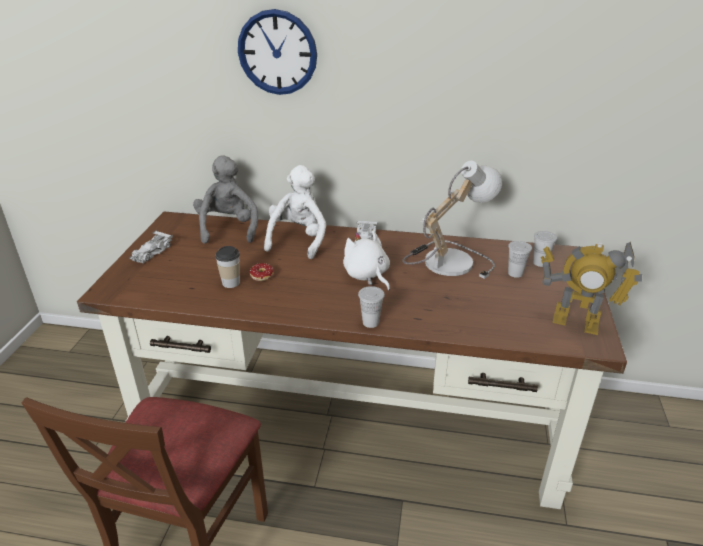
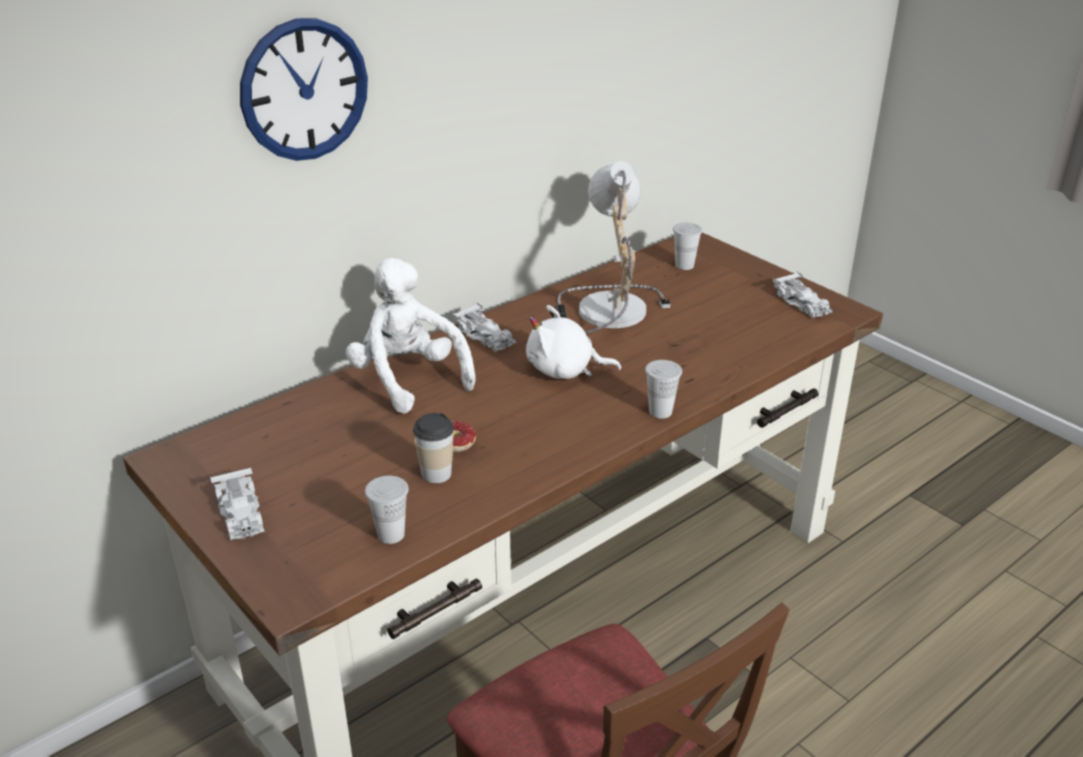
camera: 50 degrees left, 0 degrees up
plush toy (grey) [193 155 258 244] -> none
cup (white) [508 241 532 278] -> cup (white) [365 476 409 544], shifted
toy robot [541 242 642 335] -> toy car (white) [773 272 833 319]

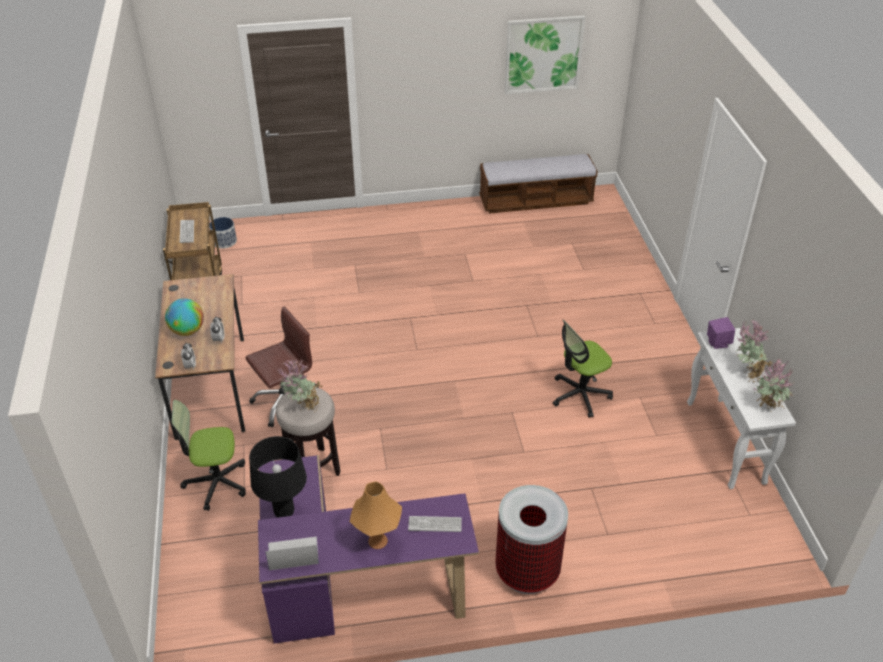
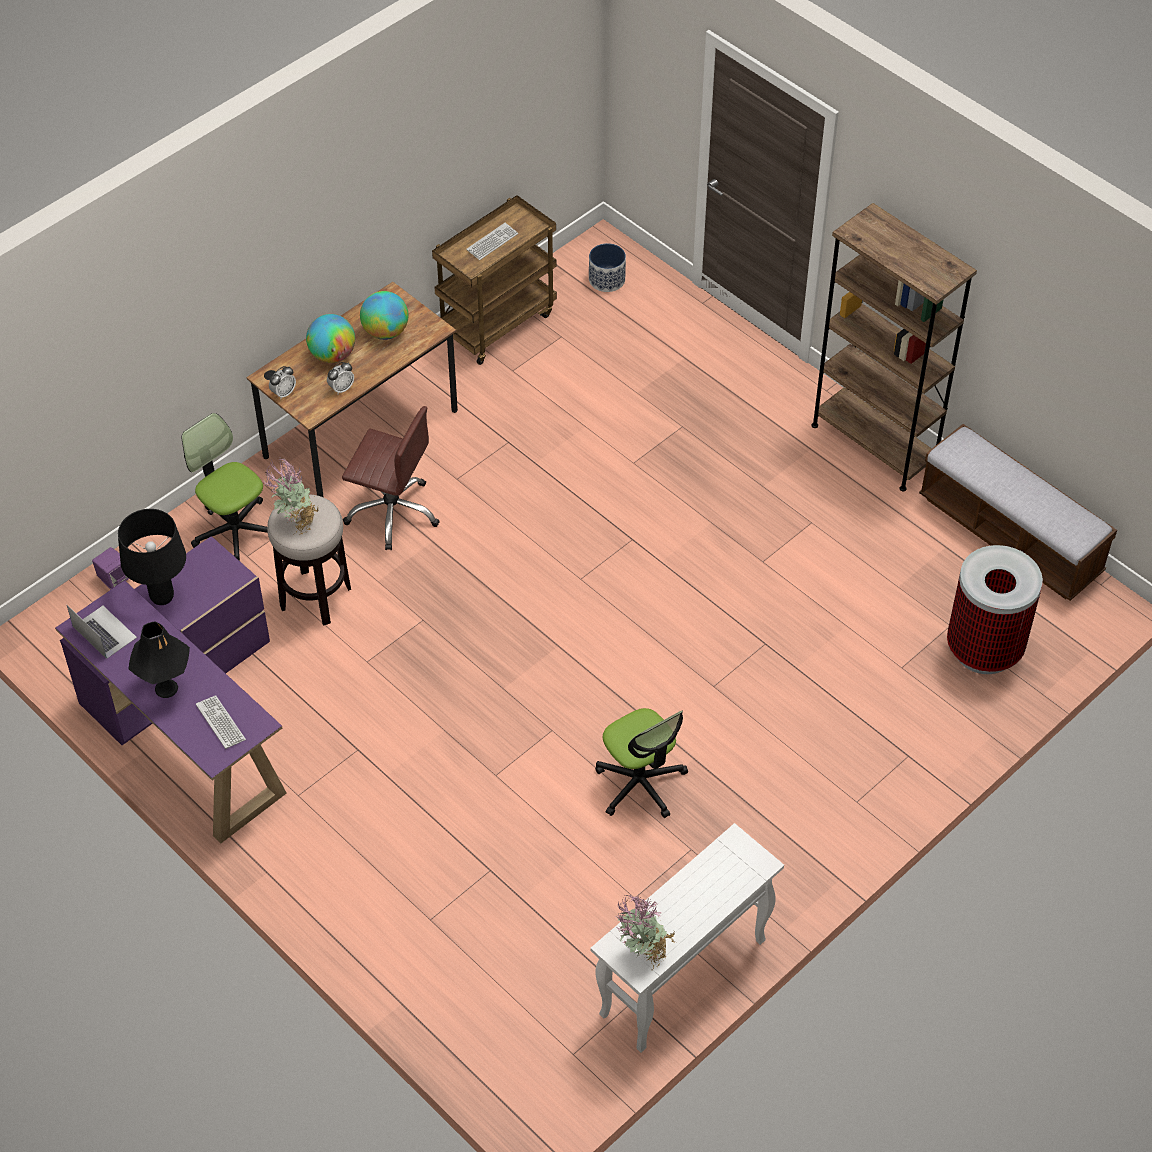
camera: 55 degrees right, 10 degrees up
table lamp (orange) [350 481 402 549] -> table lamp (black) [129 621 190 698]
trash can [495 485 568 594] -> trash can [947 545 1043 674], shifted
picture [505 15 585 94] -> none
office chair [553 320 613 418] -> office chair [595 708 688 818], 150 degrees counterclockwise
speaker (purple) [707 317 735 349] -> speaker (purple) [92 547 129 589], shifted
potted plant [736 320 773 383] -> none
none -> globe [360 291 409 340]
none -> bookcase (brown) [811 203 977 491]

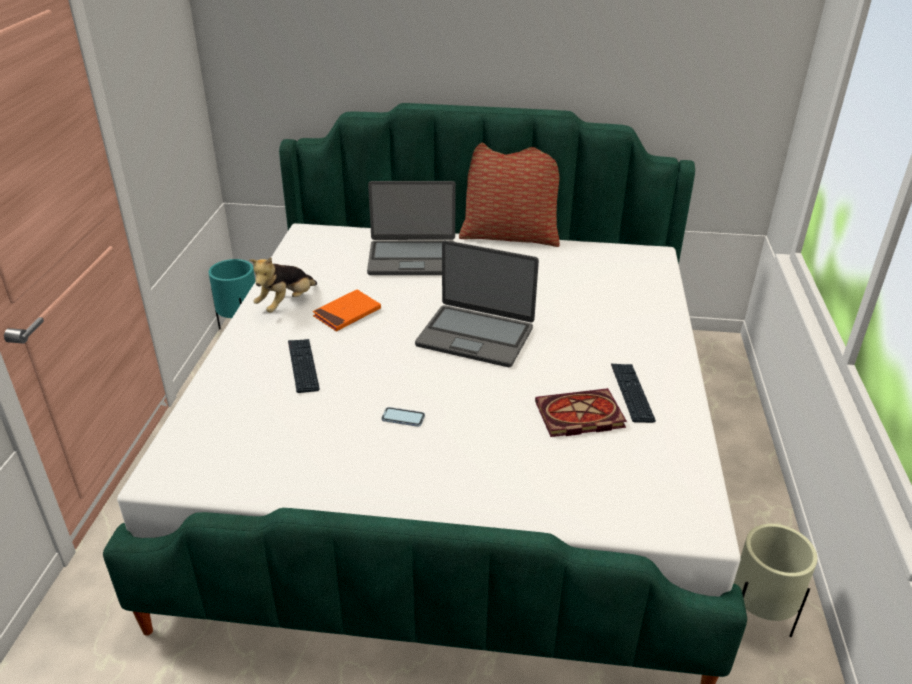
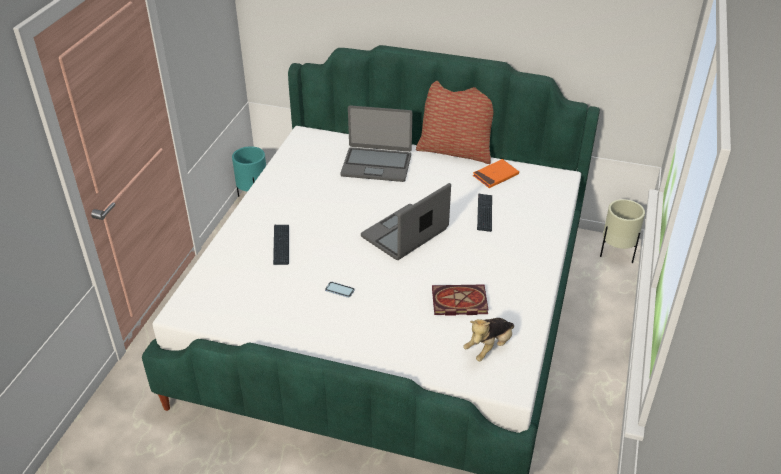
camera: 10 degrees right, 5 degrees up
plush toy [249 258 317 312] -> plush toy [463 318 514 361], shifted
book (orange) [313 289 381 331] -> book (orange) [473 159 519 188], shifted
laptop [415 240 539 367] -> laptop [361 183 451 260], 105 degrees clockwise
keyboard [611 364 656 423] -> keyboard [477 193 492 232], shifted
planter (beige) [734 524 818 637] -> planter (beige) [600 199 645 263], shifted

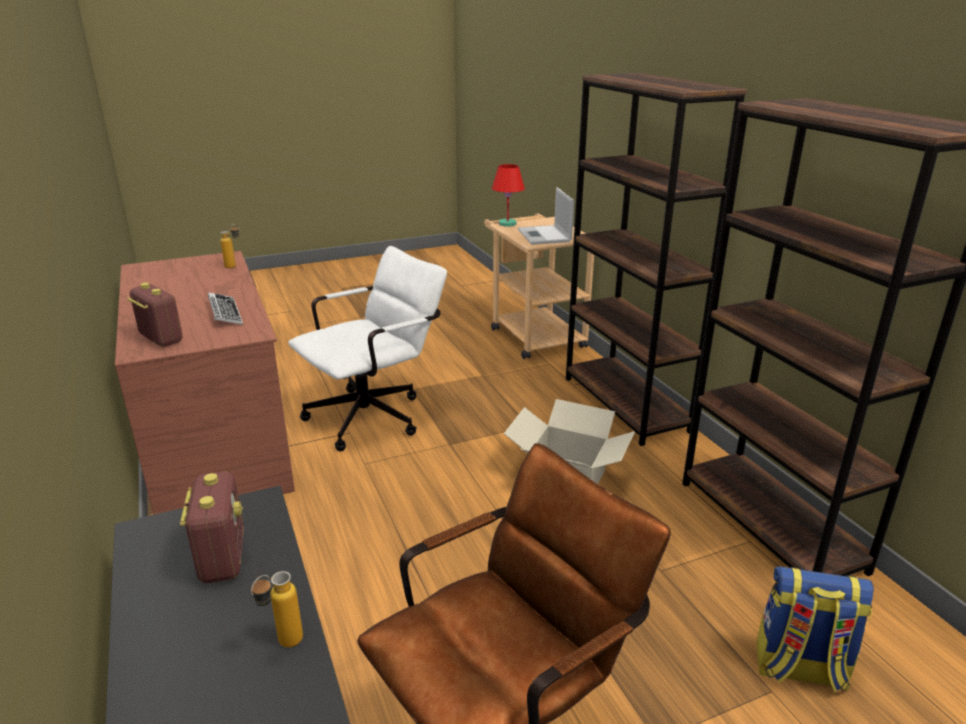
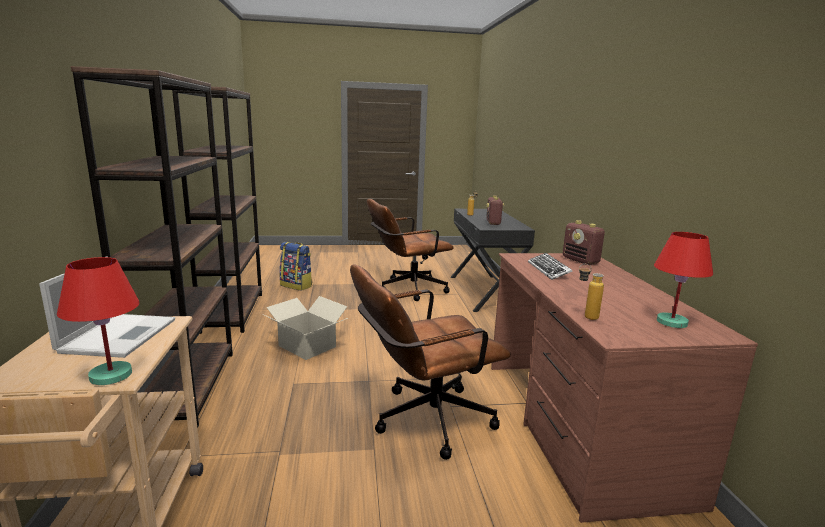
camera: 165 degrees left, 10 degrees down
office chair (white) [288 246 447 451] -> office chair (brown) [350 264 511 460]
none -> table lamp (red) [654 232 713 328]

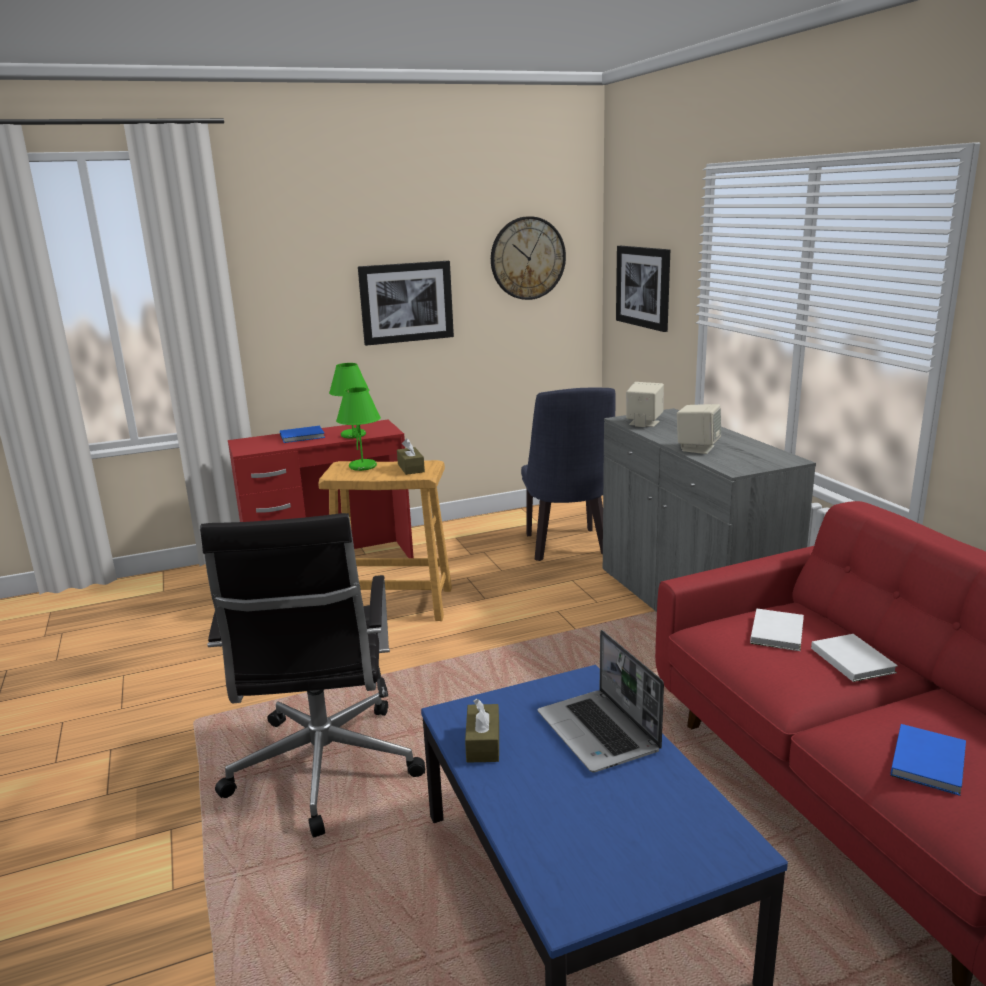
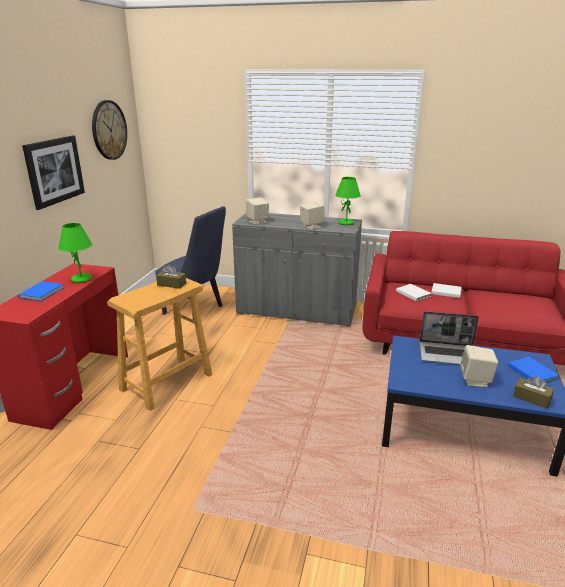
camera: 55 degrees left, 5 degrees up
office chair (black) [200 513 425 837] -> none
table lamp (green) [336 387 381 471] -> table lamp (green) [335 177 361 225], shifted
tissue box (brown) [465 699 499 763] -> tissue box (brown) [513 376 554 409], shifted
picture [616 246 670 332] -> none
book (blue) [891 724 966 796] -> book (blue) [508 357 559 383], shifted
none -> speaker (beige) [460 345 498 387]

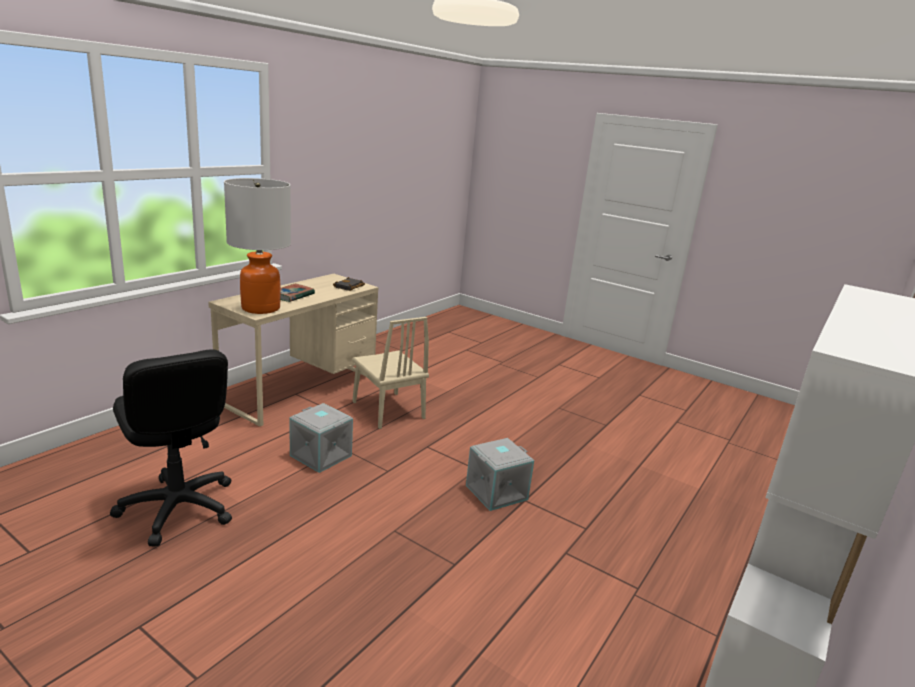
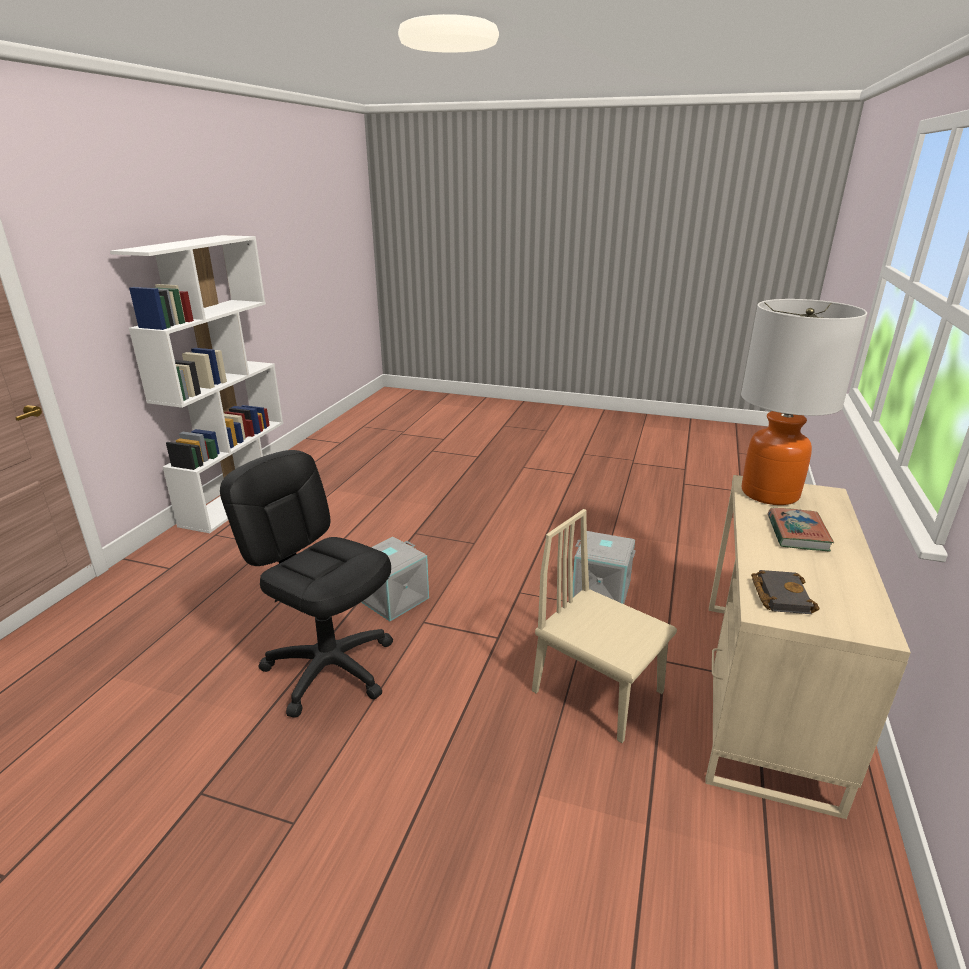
camera: 165 degrees right, 5 degrees up
office chair (black) [110 349 232 547] -> office chair (black) [220 450 393 718], shifted

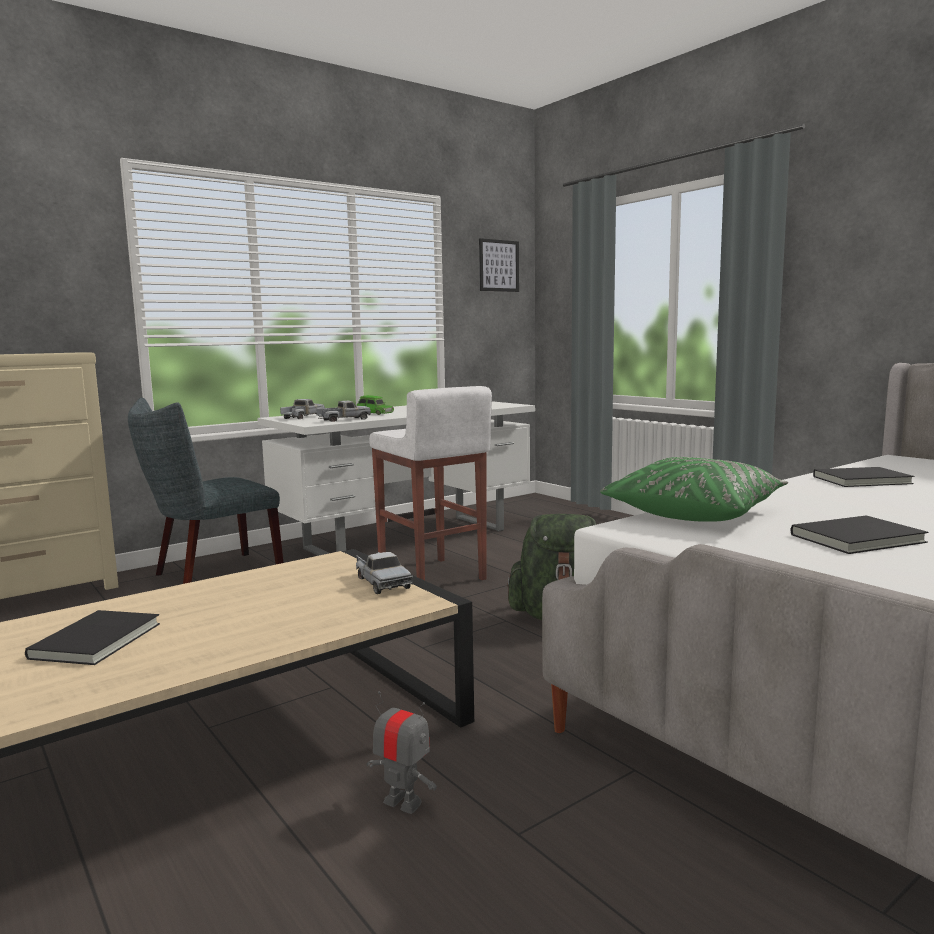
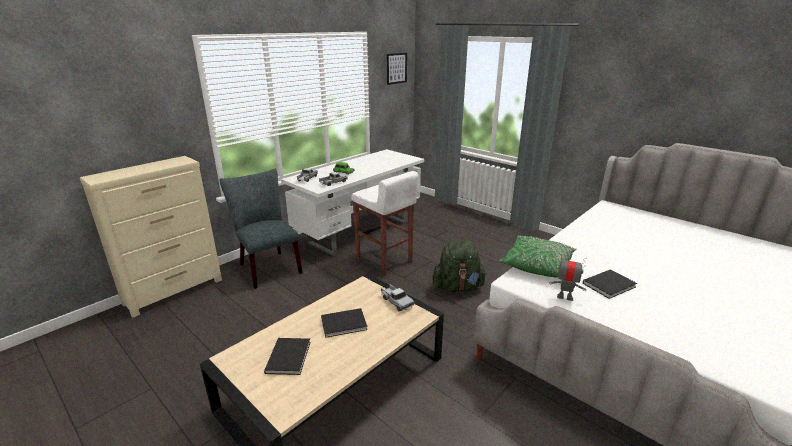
camera: 10 degrees left, 15 degrees up
chair (grey) [128 397 283 584] -> chair (grey) [219 169 303 289], 105 degrees clockwise
toy robot [367 691 437 814] -> toy robot [549 254 587 301], shifted
book (black) [813 467 914 487] -> book (black) [321 308 367 338], shifted

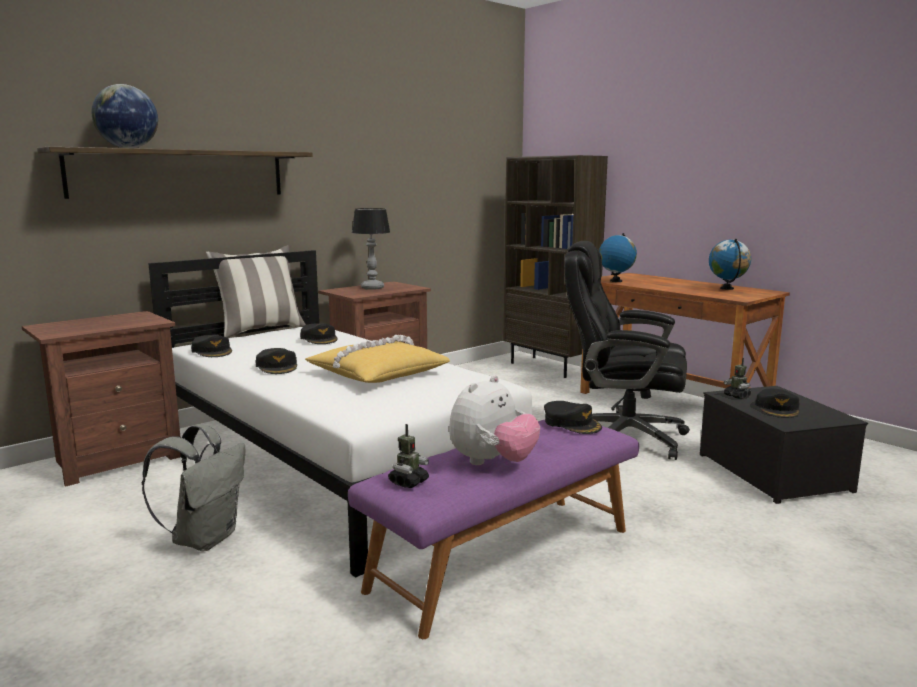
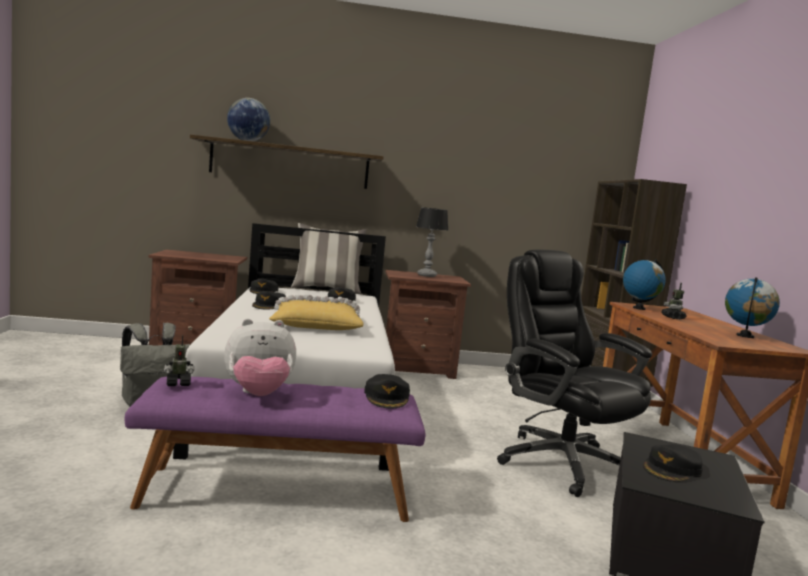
camera: 35 degrees right, 5 degrees down
toy robot [724 358 752 399] -> toy robot [661 283 687 319], shifted

